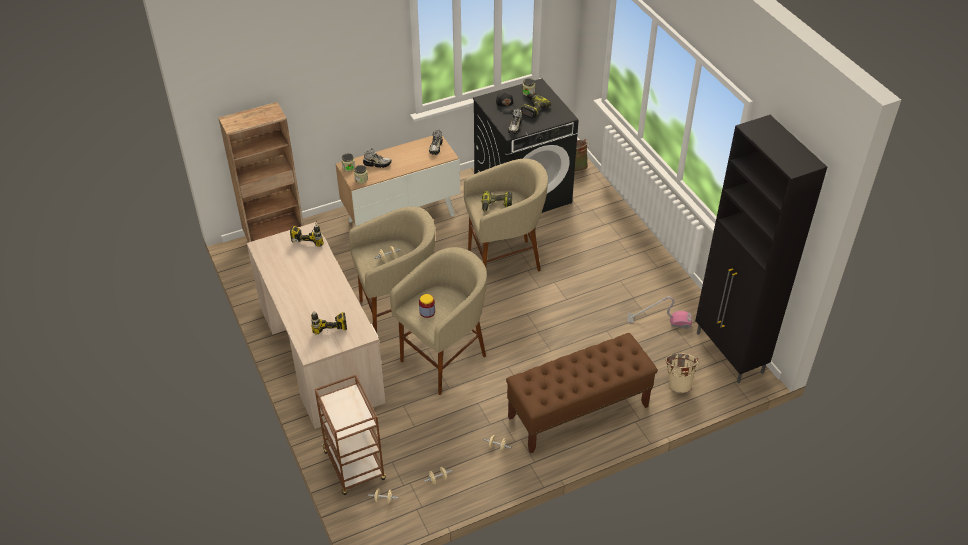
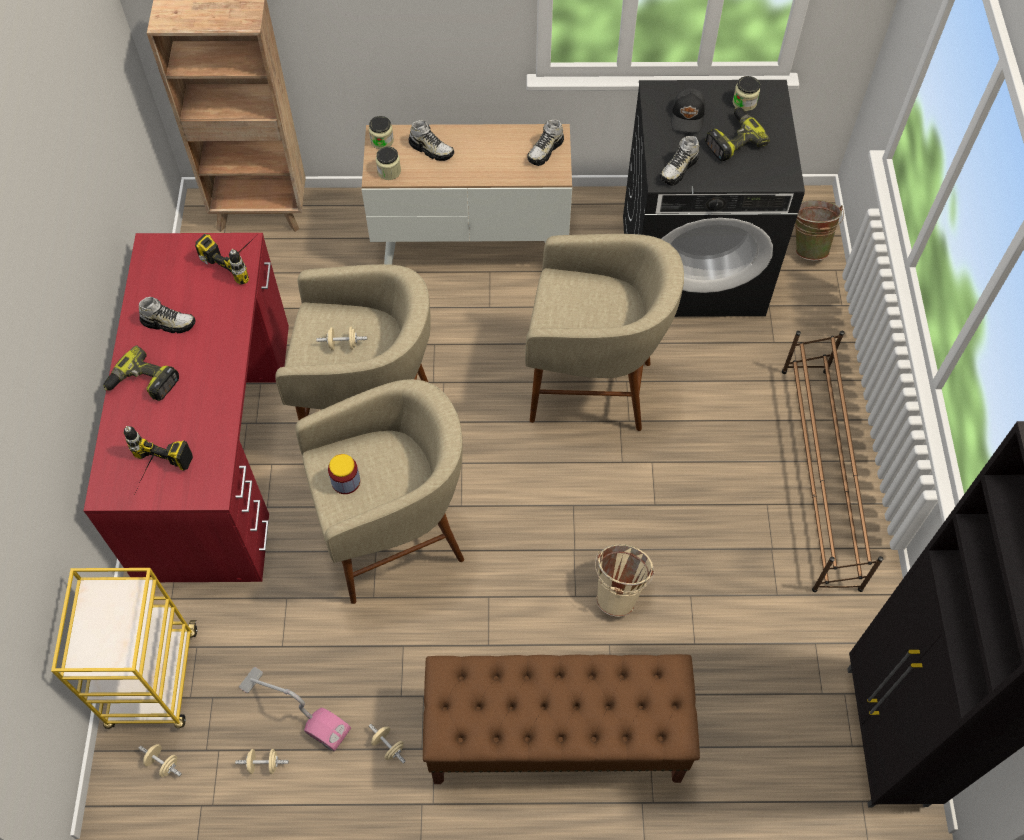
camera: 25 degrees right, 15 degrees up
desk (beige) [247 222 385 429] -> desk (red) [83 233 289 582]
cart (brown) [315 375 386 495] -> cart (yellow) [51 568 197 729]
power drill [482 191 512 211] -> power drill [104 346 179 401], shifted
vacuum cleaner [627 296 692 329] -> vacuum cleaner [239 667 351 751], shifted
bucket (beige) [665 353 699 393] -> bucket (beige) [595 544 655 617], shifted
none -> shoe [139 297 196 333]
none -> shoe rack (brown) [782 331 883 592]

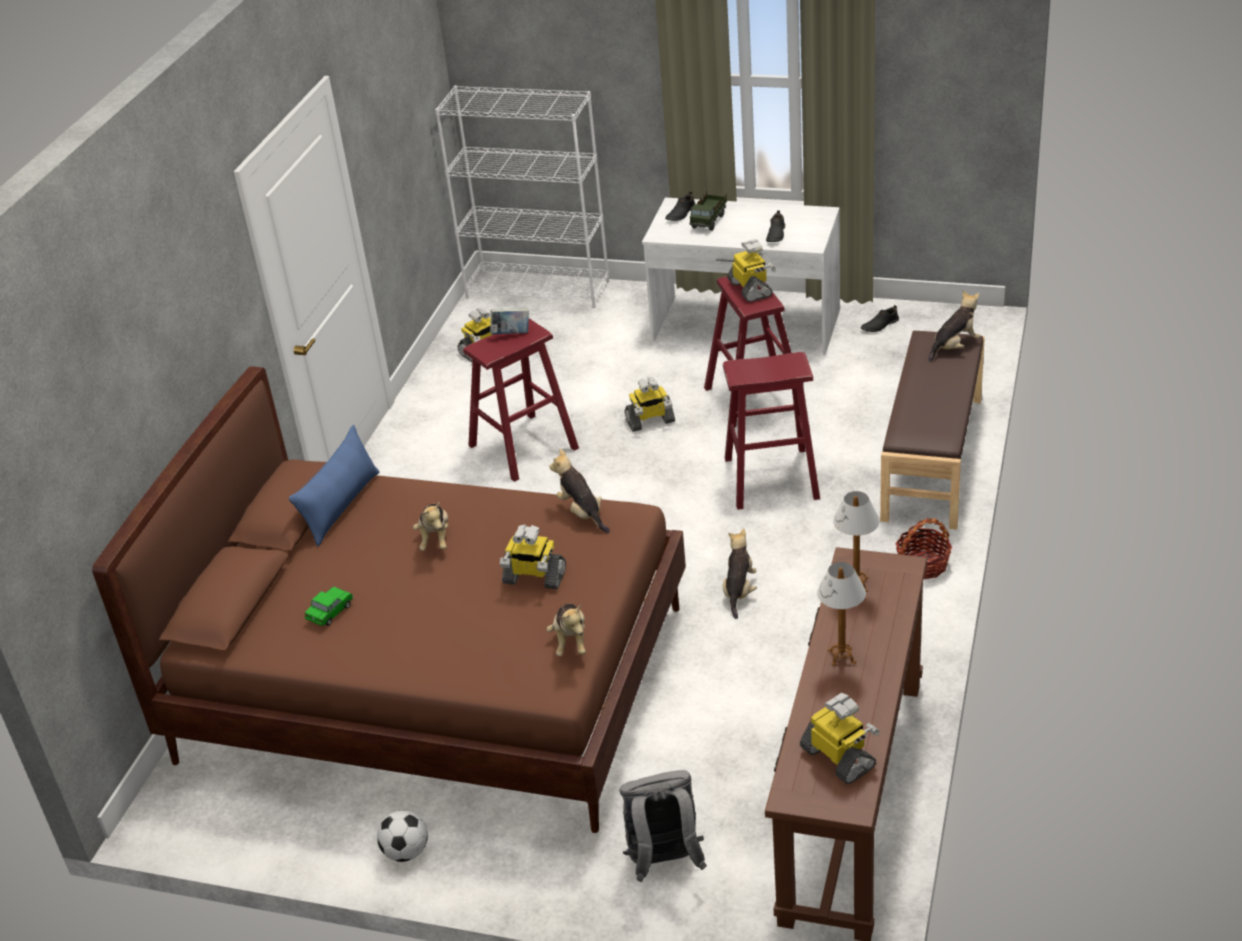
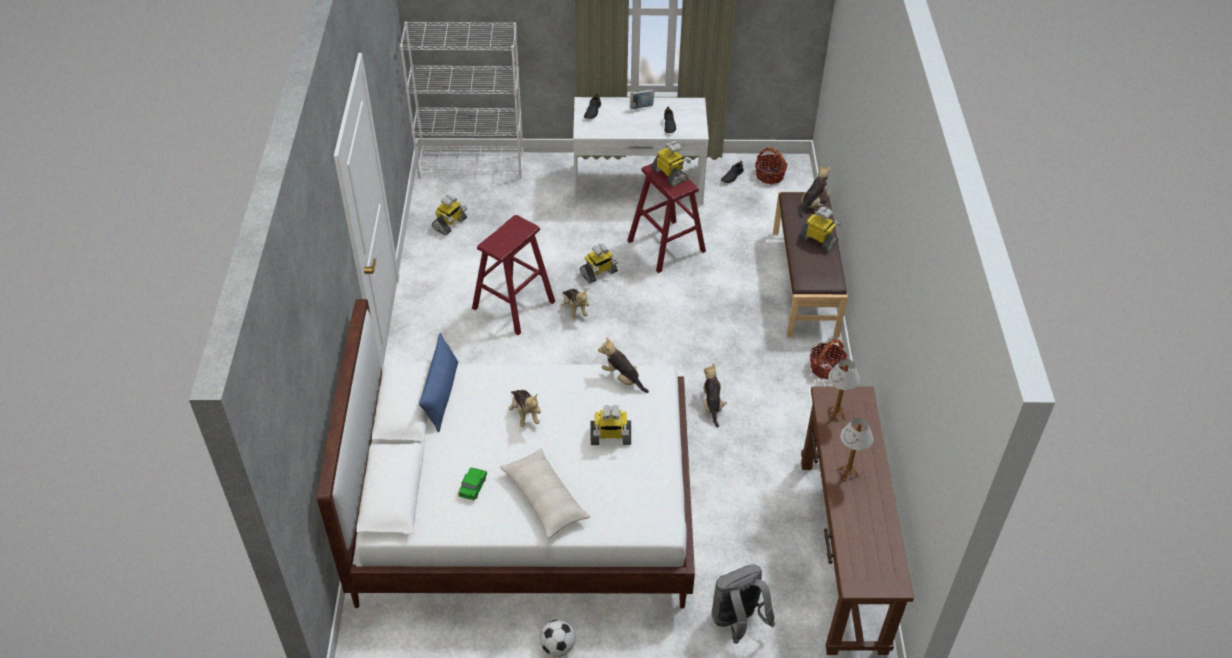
camera: 20 degrees left, 10 degrees up
bed (brown) [92 366 686 833] -> bed (white) [317 299 695 609]
book [490 308 529 334] -> book [630 89 655 109], shifted
plush toy [547 604 586 656] -> plush toy [561 289 589 319], shifted
toy truck [689 190 727 231] -> none
stool (red) [723 352 820 510] -> none
toy robot [800 693 880 784] -> toy robot [799 207 841 252], shifted
none -> pillow (beige) [500 448 590 538]
none -> basket [755 147 788 184]

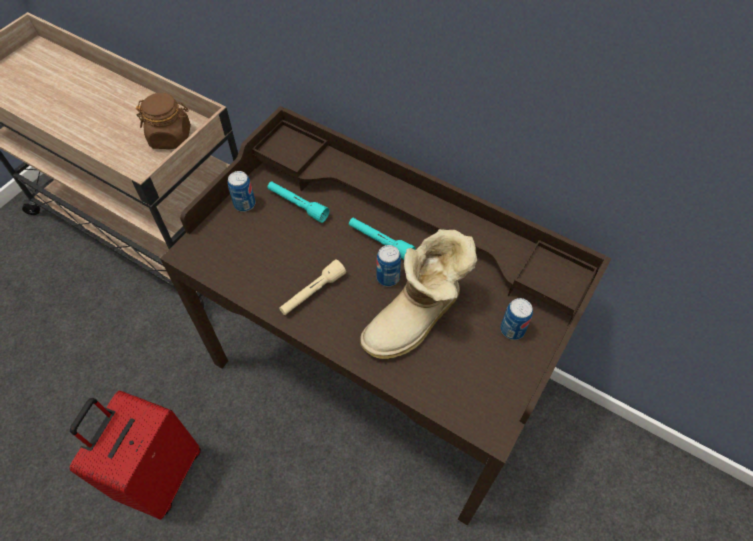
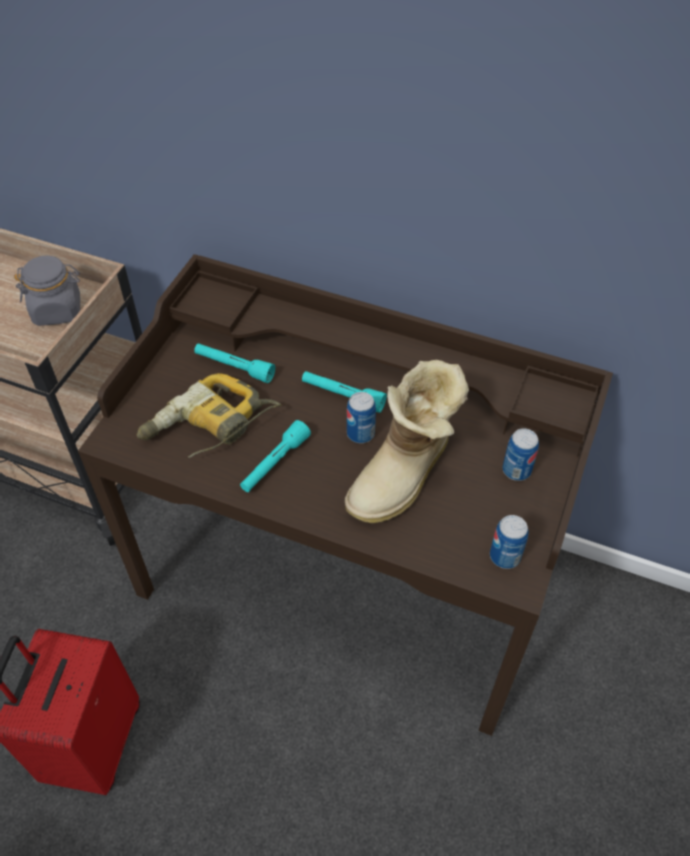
camera: 10 degrees left, 5 degrees down
jar (brown) [136 93 191 149] -> jar (grey) [14 255 80 326]
can [227 171 255 212] -> can [490 515 529 569], shifted
flashlight (beige) [279 259 346 315] -> flashlight (turquoise) [240 420 311 492]
none -> power drill [137 373 281 458]

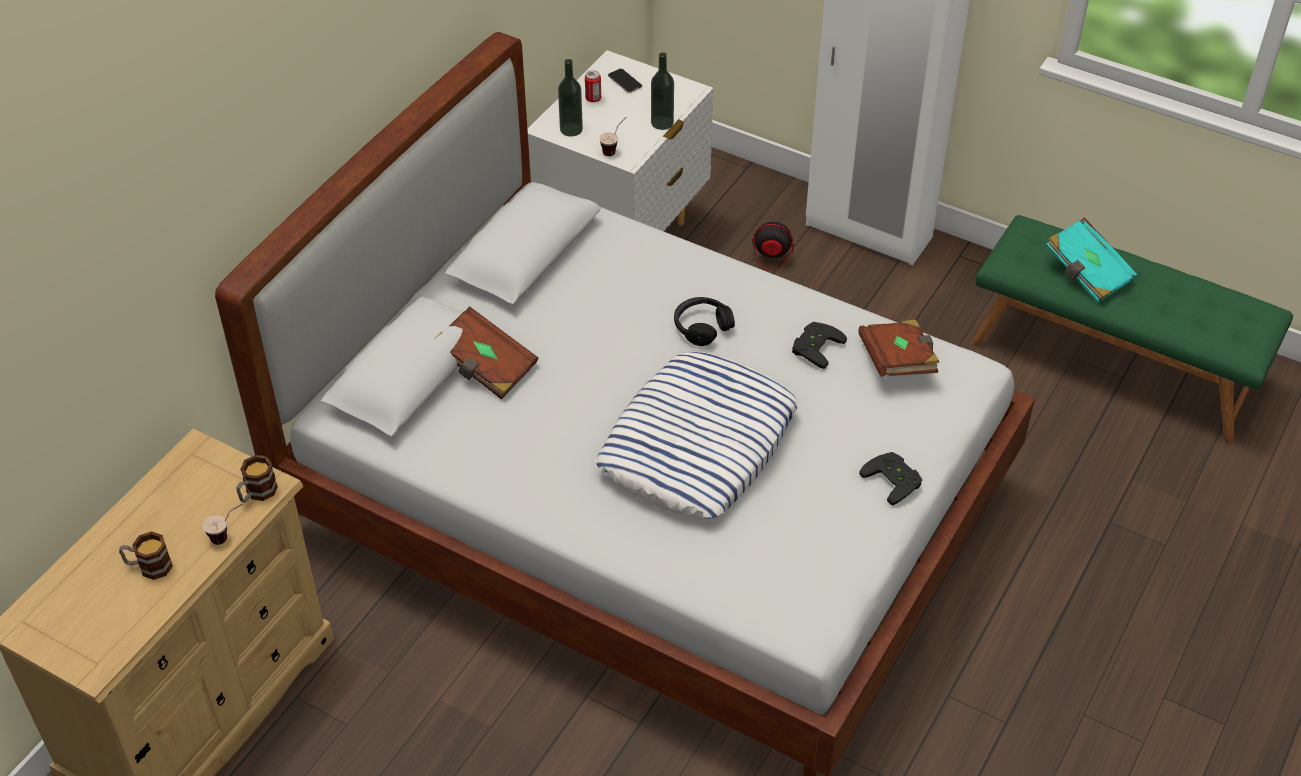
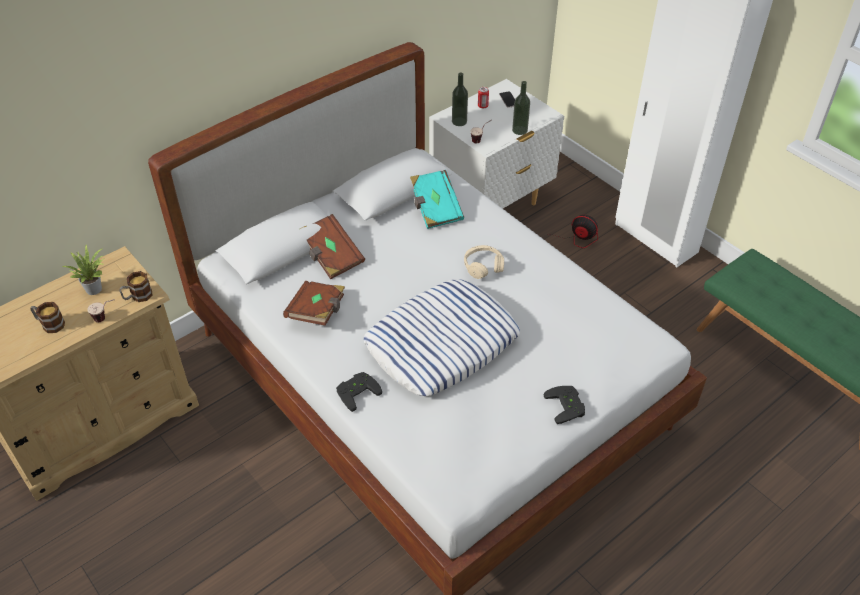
camera: 20 degrees right, 0 degrees up
headphones (black) [674 297 735 346] -> headphones (beige) [464 245 504 279]
game controller (black) [792 322 847 369] -> game controller (black) [336 372 382 412], shifted
book (brown) [858 319 940 377] -> book (brown) [283 281 345 326], shifted
book (turquoise) [1045 217 1137 303] -> book (turquoise) [410 170 464 229], shifted
none -> potted plant [61 245 105 295]

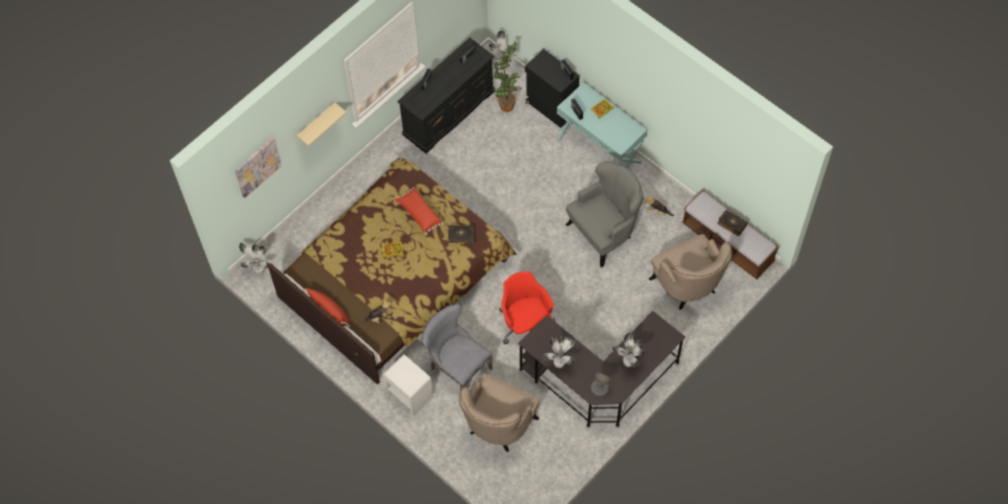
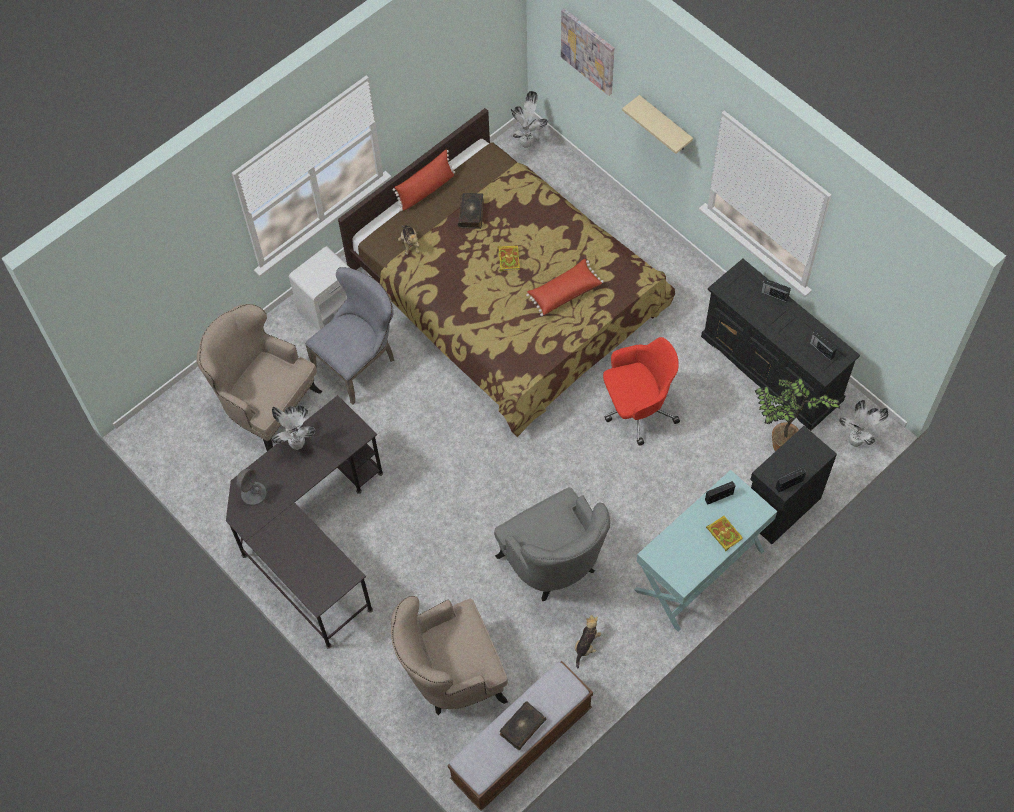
camera: 95 degrees right, 0 degrees up
book [448 225 475 243] -> book [458 193 484 229], shifted
office chair (red) [499 271 555 344] -> office chair (red) [603 337 680 446], shifted
potted plant [613 332 643 367] -> none

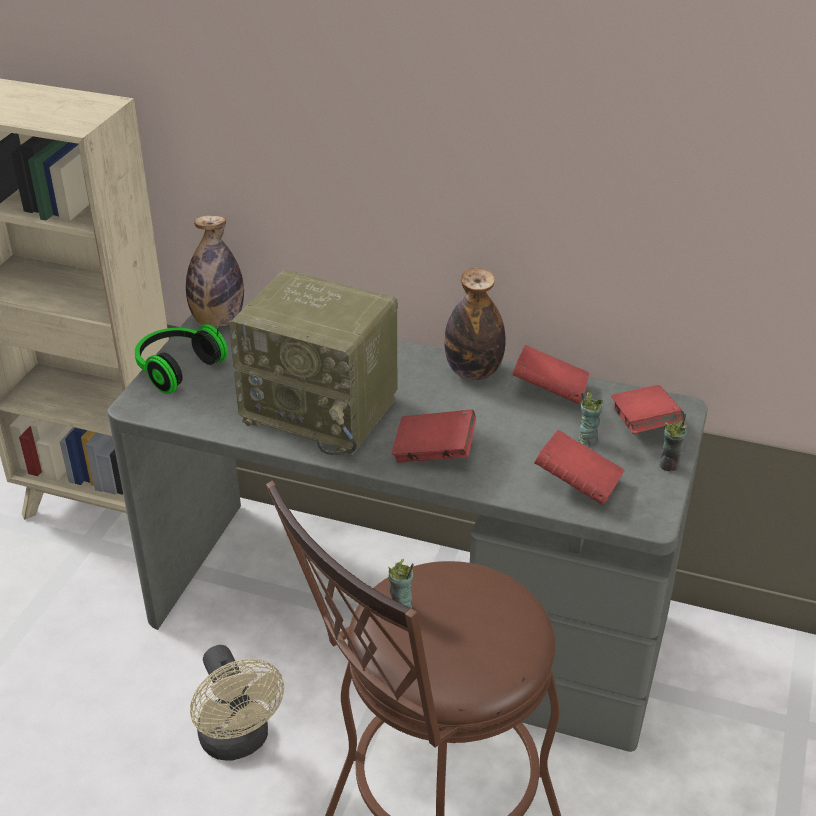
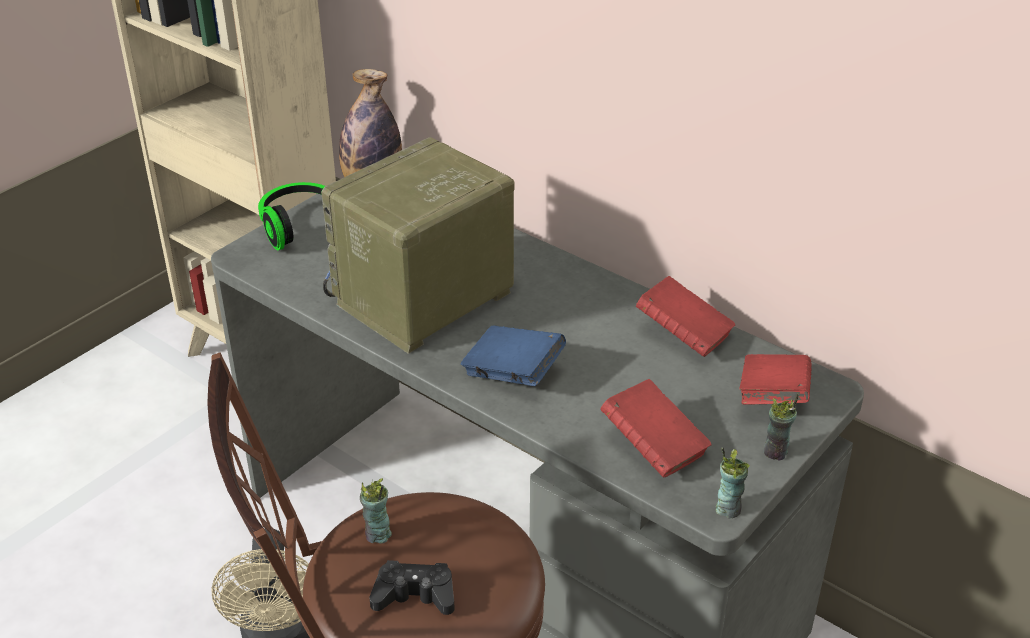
camera: 20 degrees right, 0 degrees up
radio [229 270 398 455] -> radio [321 137 515 354], 90 degrees clockwise
book (red) [392 410 476 463] -> book (blue) [461 325 566 386]
bottle [444 268 506 380] -> none
cup [578 392 603 446] -> cup [715 447 750 518], shifted
none -> game controller (black) [369 560 455 615]

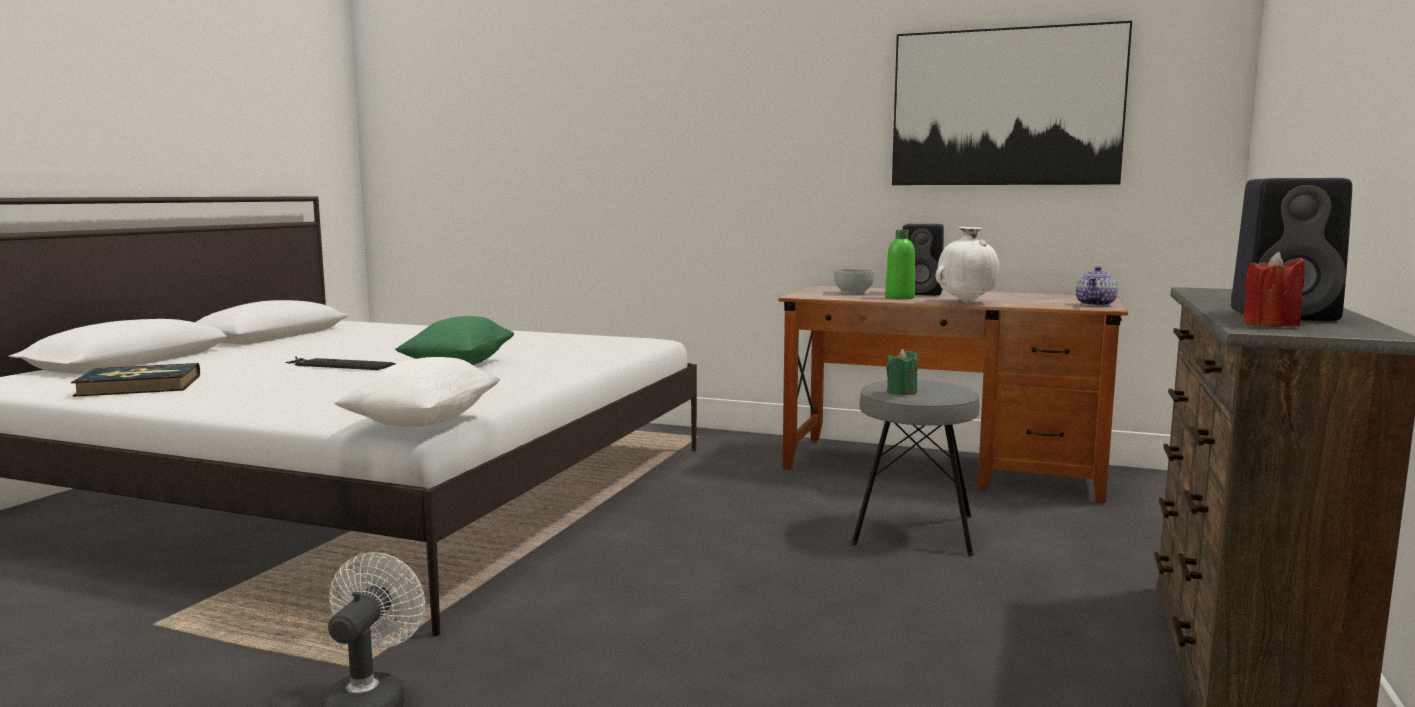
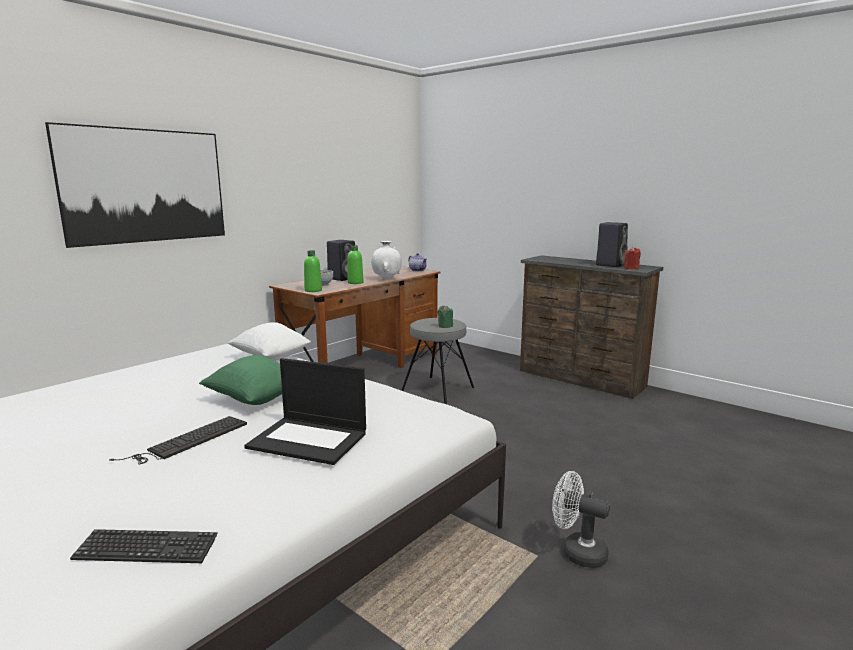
camera: 70 degrees left, 5 degrees up
book [71 363 200 397] -> keyboard [70 529 218 563]
pillow (white) [334 357 500 427] -> pillow (white) [227 322 311 361], shifted
picture [892 21 1132 185] -> picture [45 122 225 248], shifted
none -> laptop [244 358 366 465]
none -> bottle (green) [304 250 322 292]

